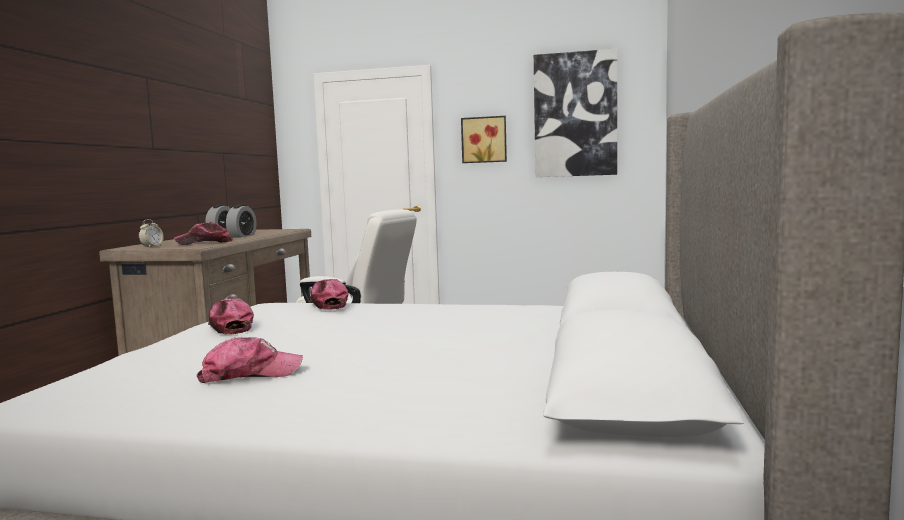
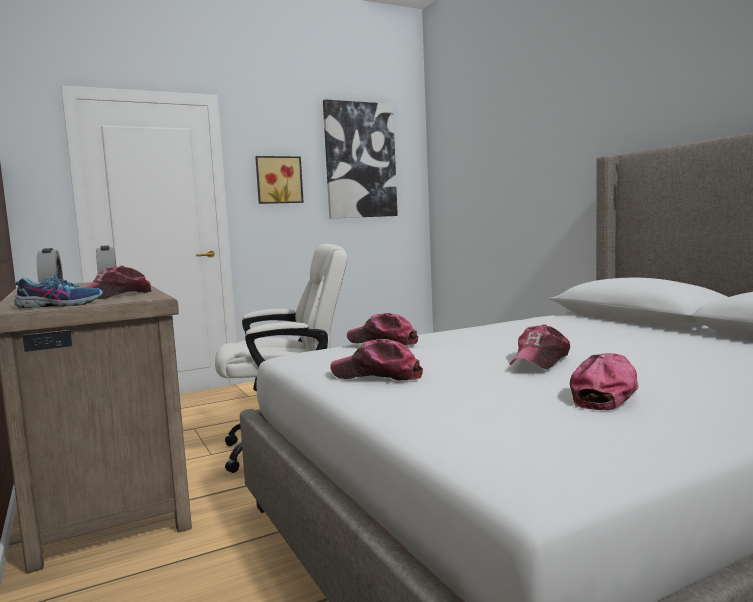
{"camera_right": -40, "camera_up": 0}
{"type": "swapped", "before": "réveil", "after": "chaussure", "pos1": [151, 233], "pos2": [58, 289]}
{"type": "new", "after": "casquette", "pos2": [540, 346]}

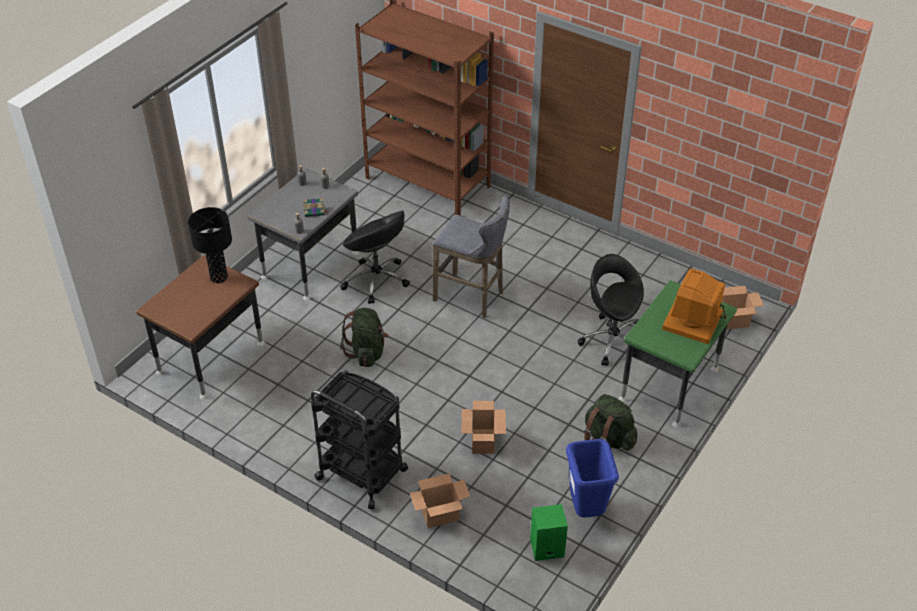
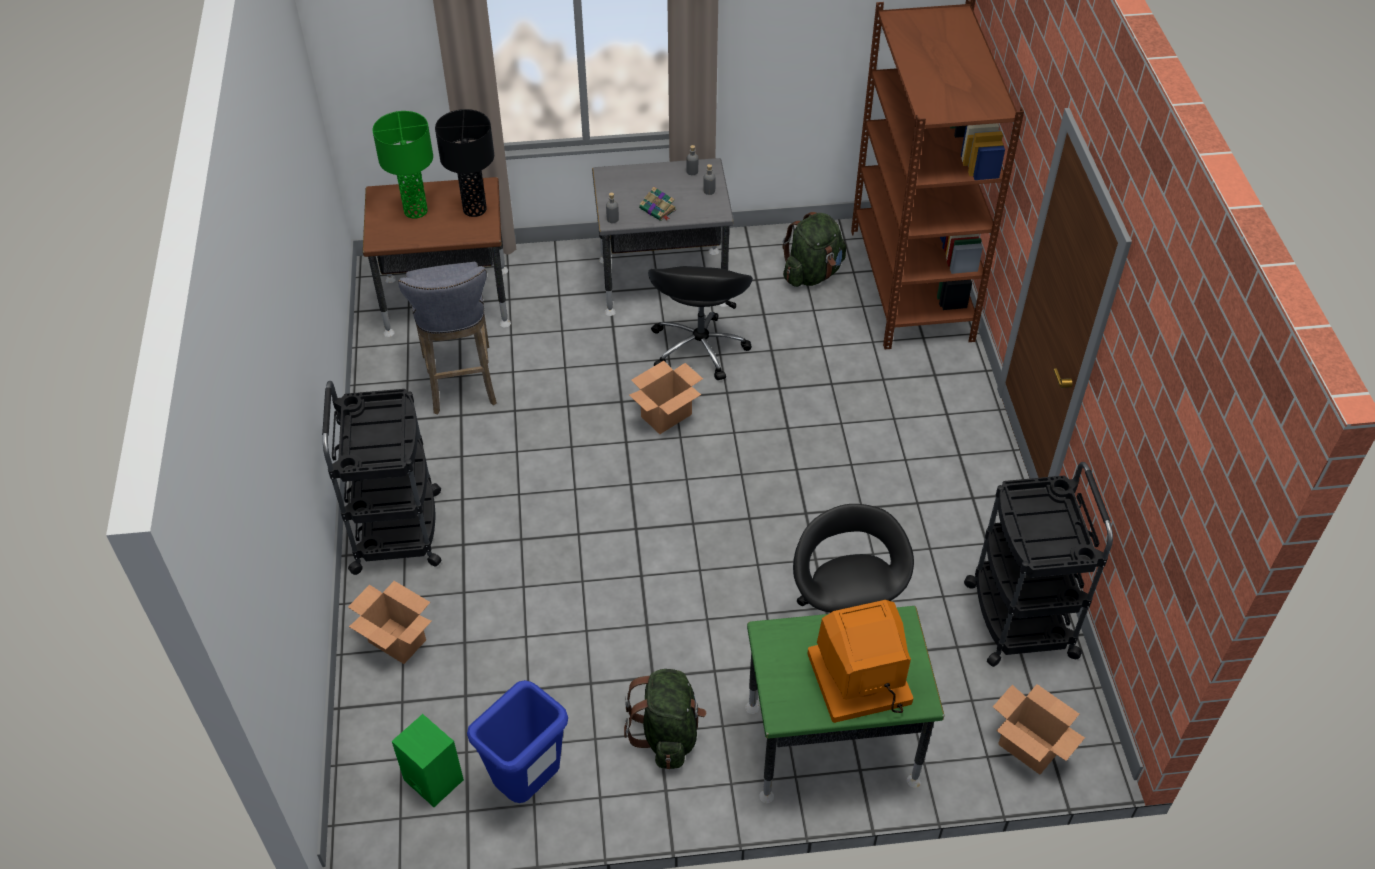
{"camera_right": 50, "camera_up": 5}
{"type": "new", "after": "lampe de table/vert", "pos2": [402, 165]}
{"type": "shifted", "before": "tabouret/gris", "pos1": [471, 256], "pos2": [447, 338]}
{"type": "shifted", "before": "carton", "pos1": [484, 427], "pos2": [666, 397]}
{"type": "shifted", "before": "sac à dos/vert", "pos1": [364, 337], "pos2": [814, 249]}
{"type": "new", "after": "chariot/noir", "pos2": [1038, 564]}

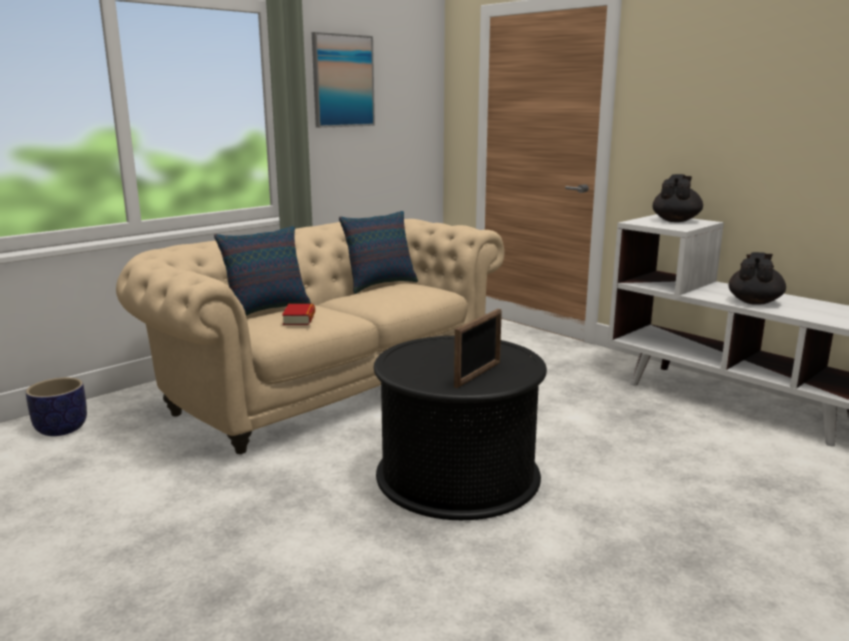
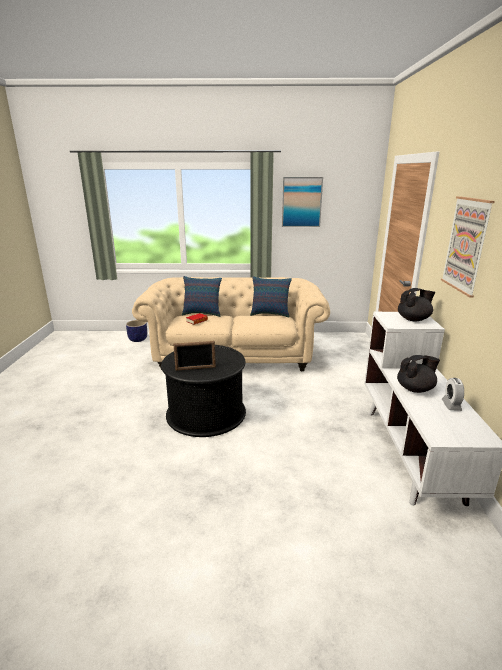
{"camera_right": 45, "camera_up": 5}
{"type": "new", "after": "tableau", "pos2": [468, 246]}
{"type": "new", "after": "réveil", "pos2": [453, 394]}

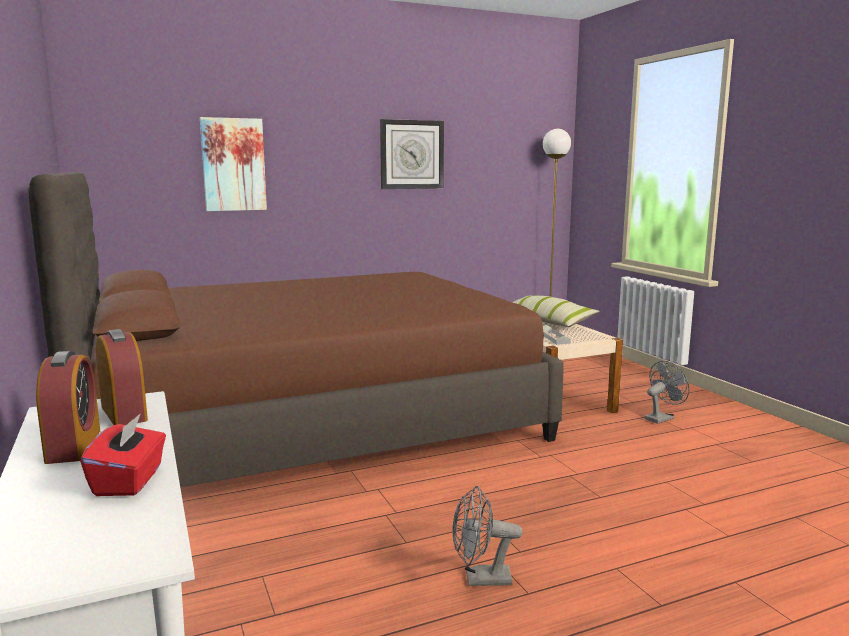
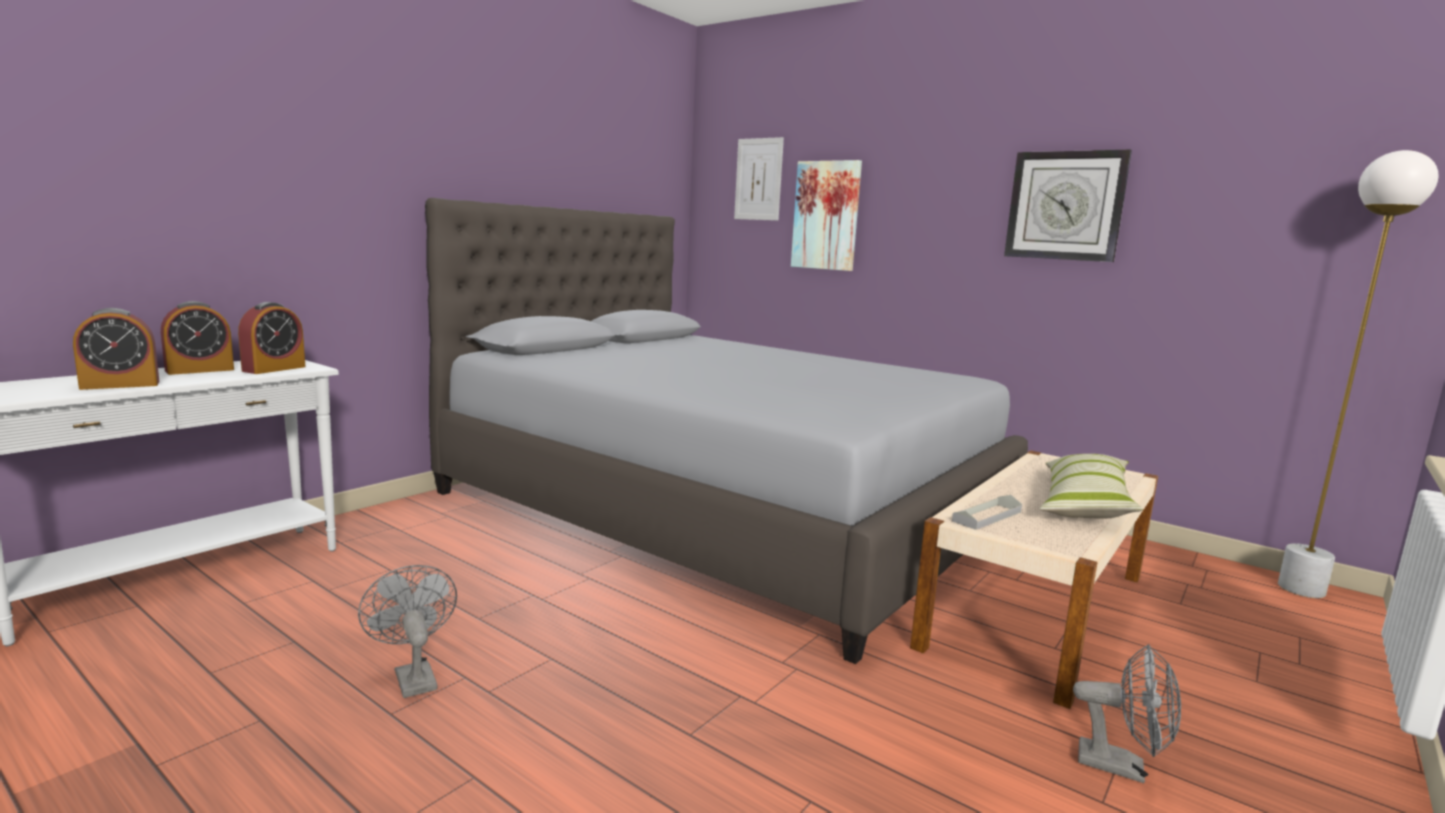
{"camera_right": 60, "camera_up": 0}
{"type": "swapped", "before": "boîte à mouchoirs/rouge", "after": "réveil", "pos1": [123, 454], "pos2": [116, 349]}
{"type": "repainted", "before": "lit/marron", "after": "lit/gris", "pos1": [295, 329], "pos2": [726, 431]}
{"type": "new", "after": "tableau", "pos2": [759, 179]}

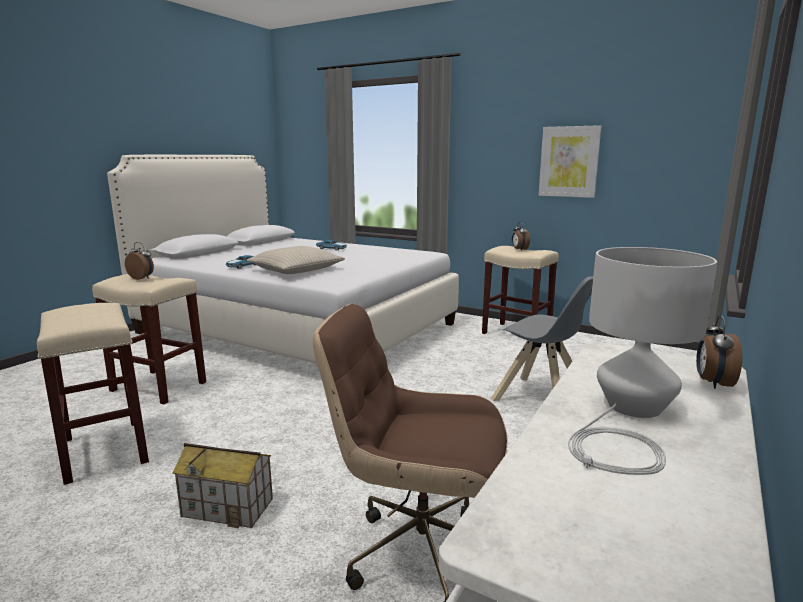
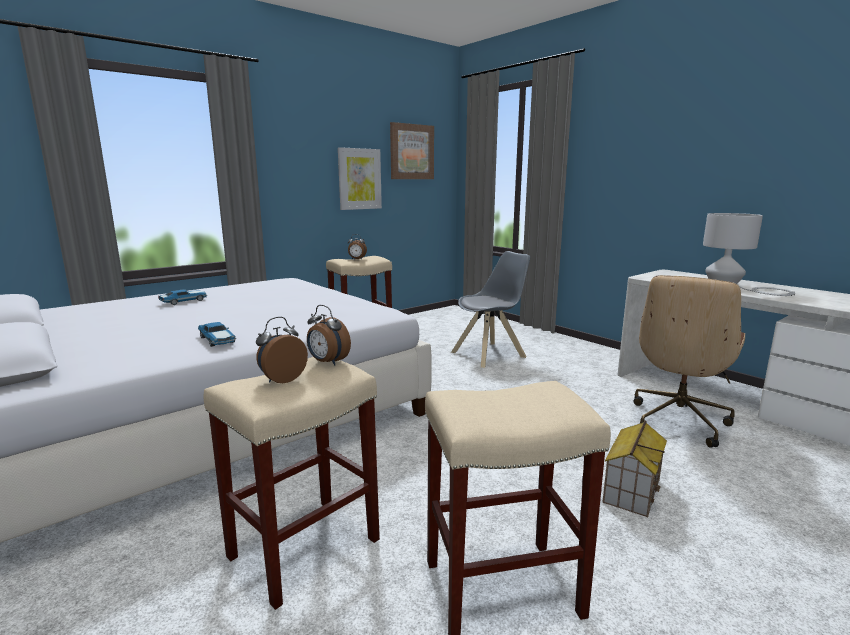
{"camera_right": -70, "camera_up": 0}
{"type": "shifted", "before": "réveil", "pos1": [719, 352], "pos2": [329, 335]}
{"type": "new", "after": "tableau", "pos2": [412, 150]}
{"type": "gone", "before": "coussin/beige", "pos1": [295, 260]}

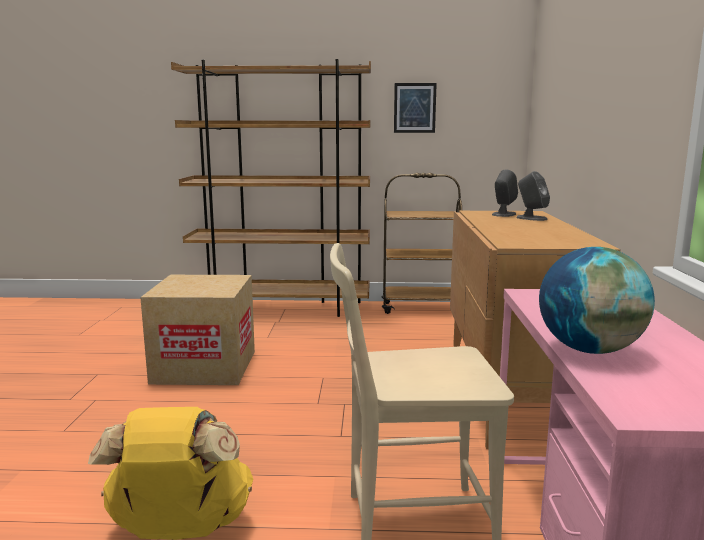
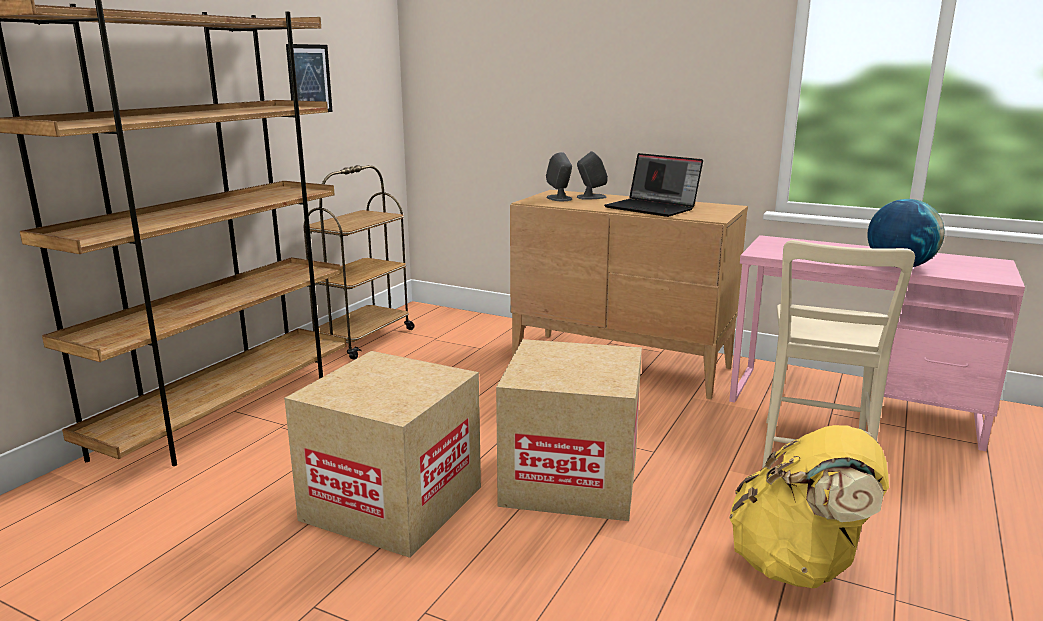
{"camera_right": -65, "camera_up": 5}
{"type": "new", "after": "carton", "pos2": [569, 430]}
{"type": "new", "after": "ordinateur portable", "pos2": [653, 185]}

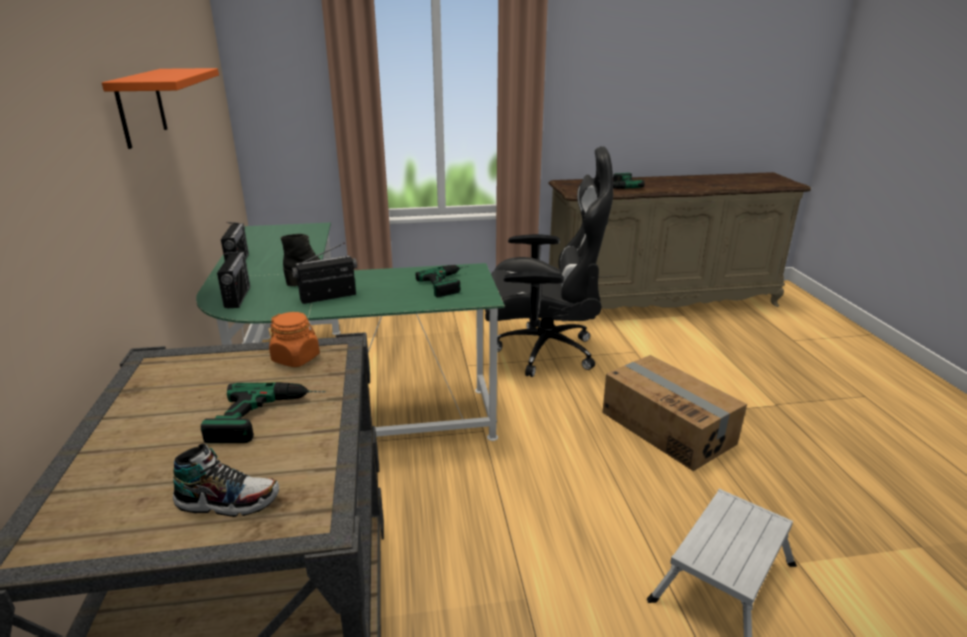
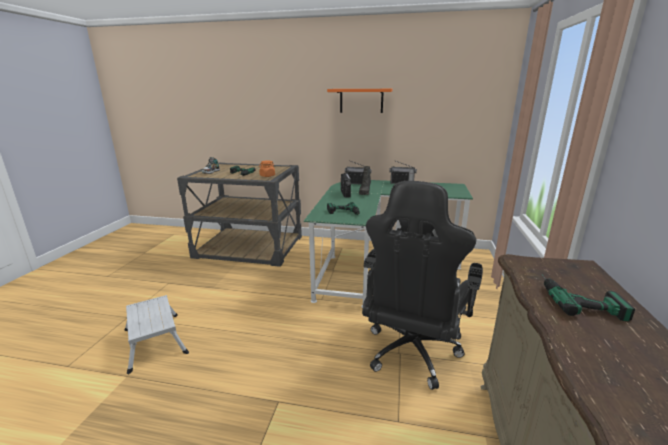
{"camera_right": 110, "camera_up": -5}
{"type": "gone", "before": "carton", "pos1": [674, 413]}

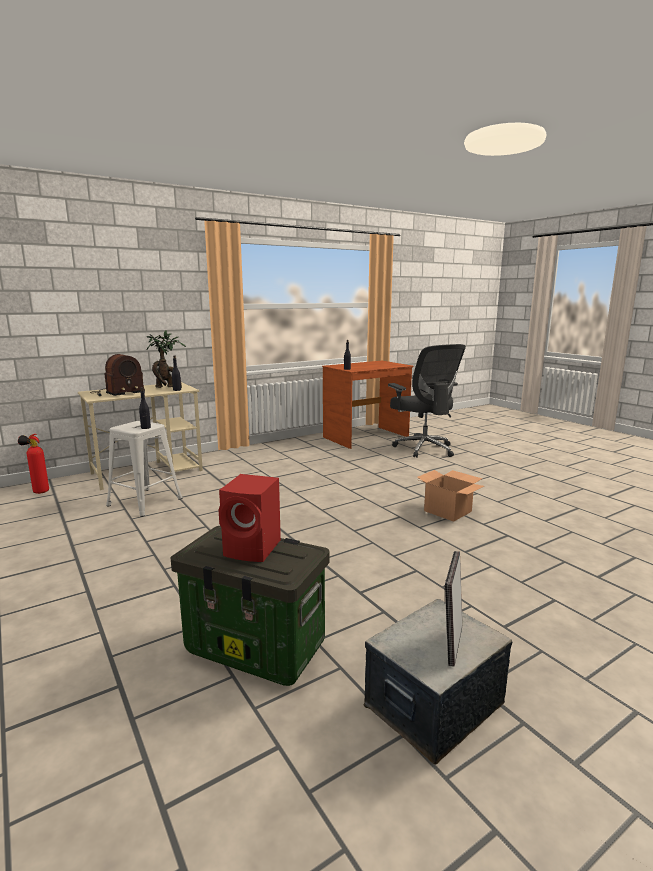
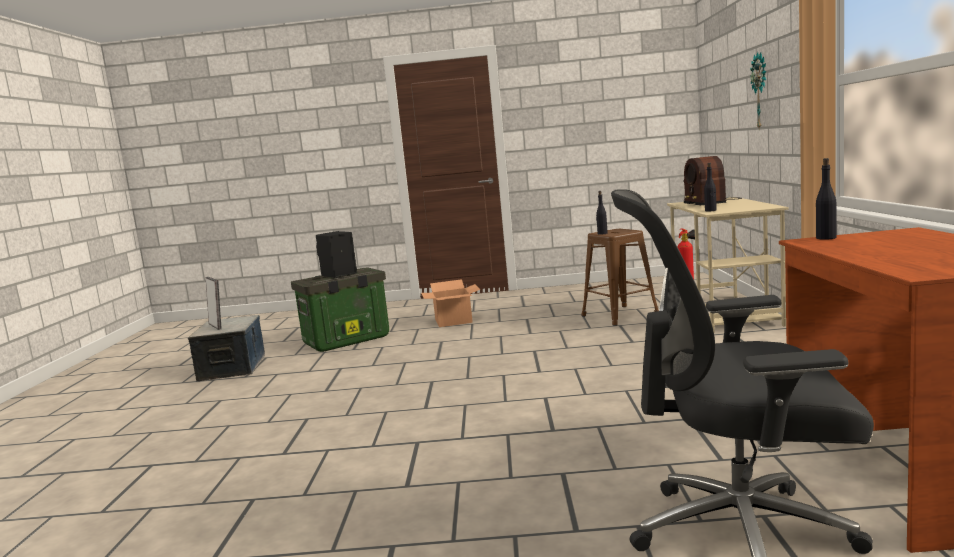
{"camera_right": 125, "camera_up": -5}
{"type": "repainted", "before": "enceinte/rouge", "after": "enceinte/noir", "pos1": [250, 518], "pos2": [336, 254]}
{"type": "shifted", "before": "carton", "pos1": [450, 496], "pos2": [450, 303]}
{"type": "repainted", "before": "tabouret/blanc", "after": "tabouret/marron", "pos1": [144, 469], "pos2": [620, 277]}
{"type": "new", "after": "horloge murale", "pos2": [758, 90]}
{"type": "gone", "before": "plante en pot", "pos1": [166, 359]}

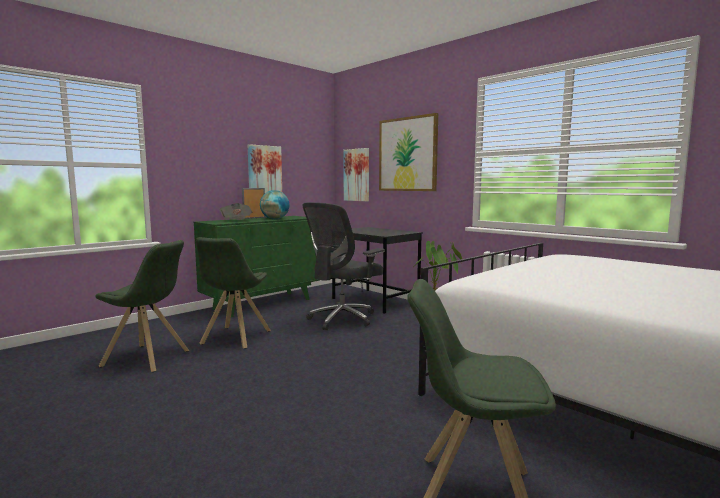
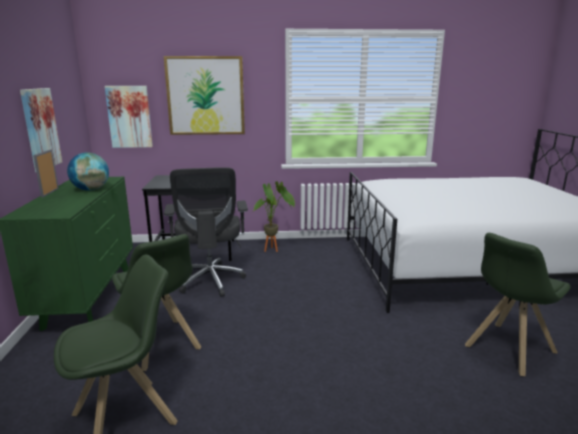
{"camera_right": -50, "camera_up": 10}
{"type": "gone", "before": "journal", "pos1": [236, 211]}

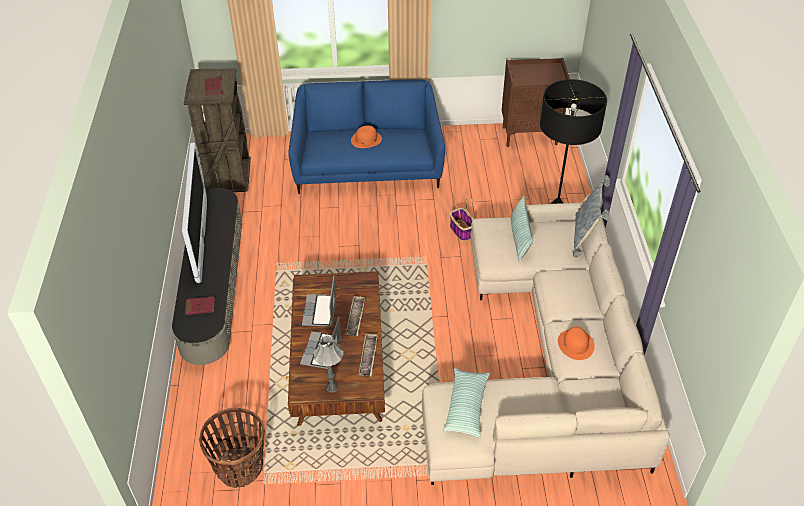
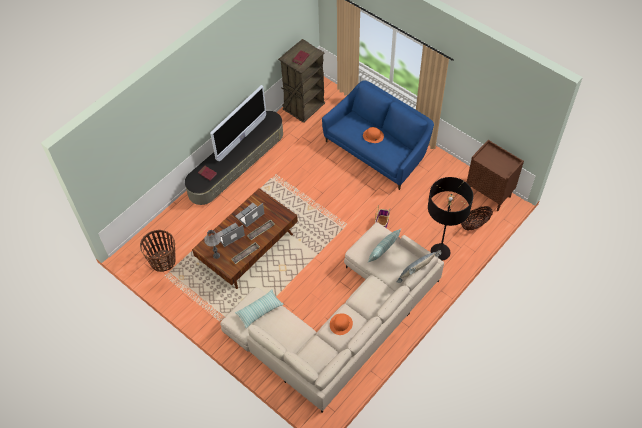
{"camera_right": 45, "camera_up": 10}
{"type": "new", "after": "panier", "pos2": [477, 218]}

